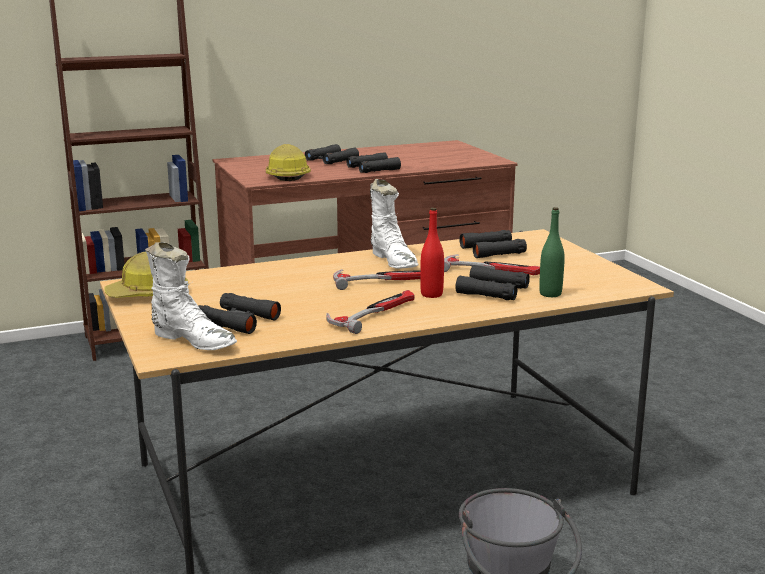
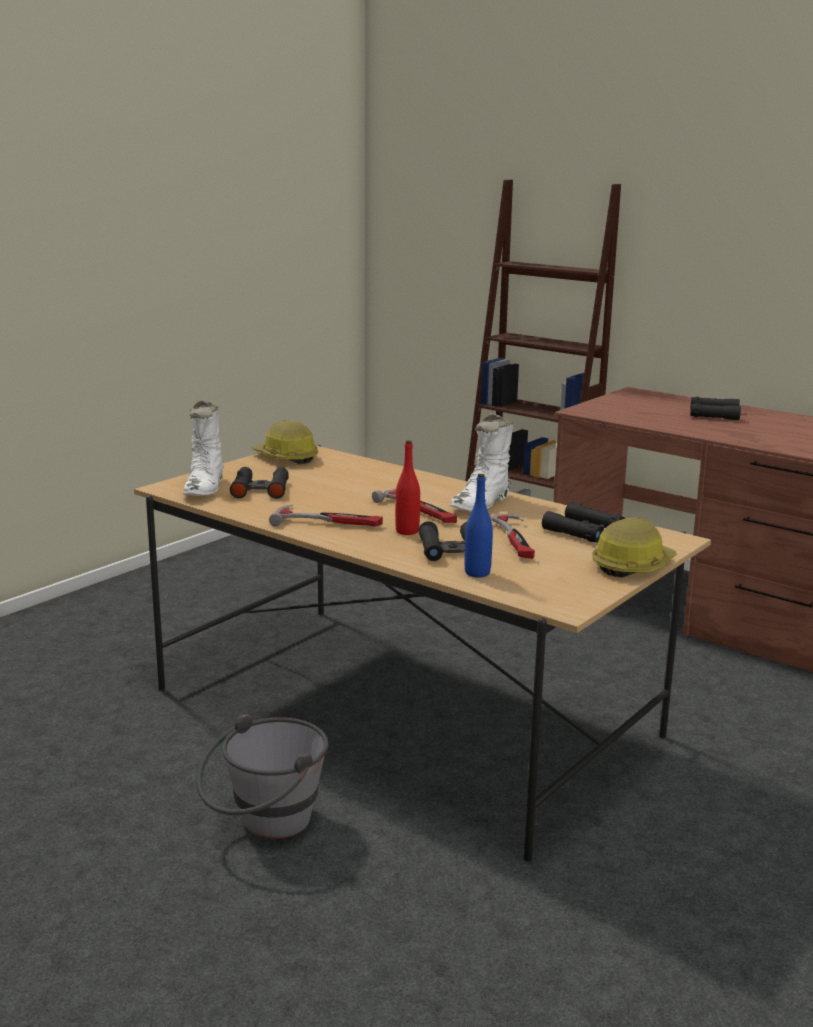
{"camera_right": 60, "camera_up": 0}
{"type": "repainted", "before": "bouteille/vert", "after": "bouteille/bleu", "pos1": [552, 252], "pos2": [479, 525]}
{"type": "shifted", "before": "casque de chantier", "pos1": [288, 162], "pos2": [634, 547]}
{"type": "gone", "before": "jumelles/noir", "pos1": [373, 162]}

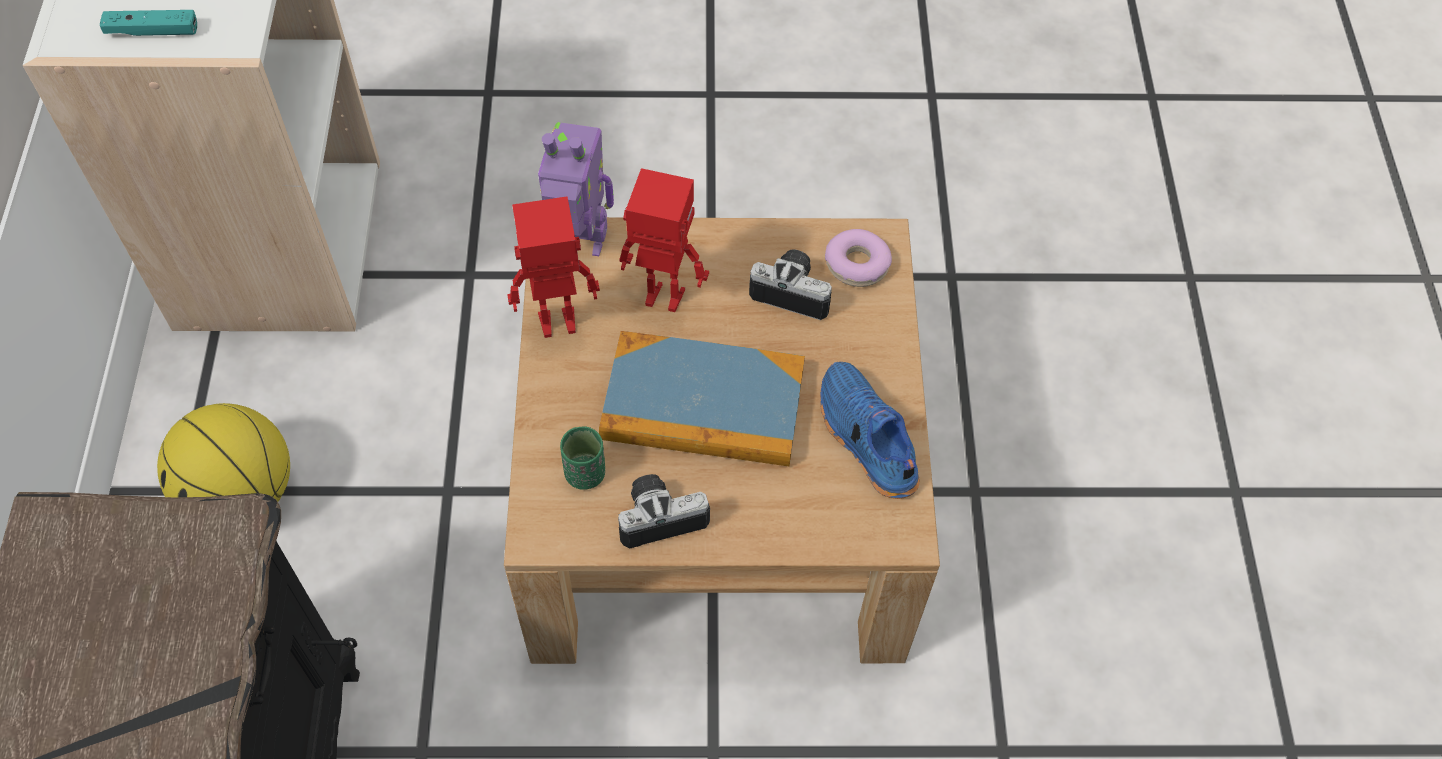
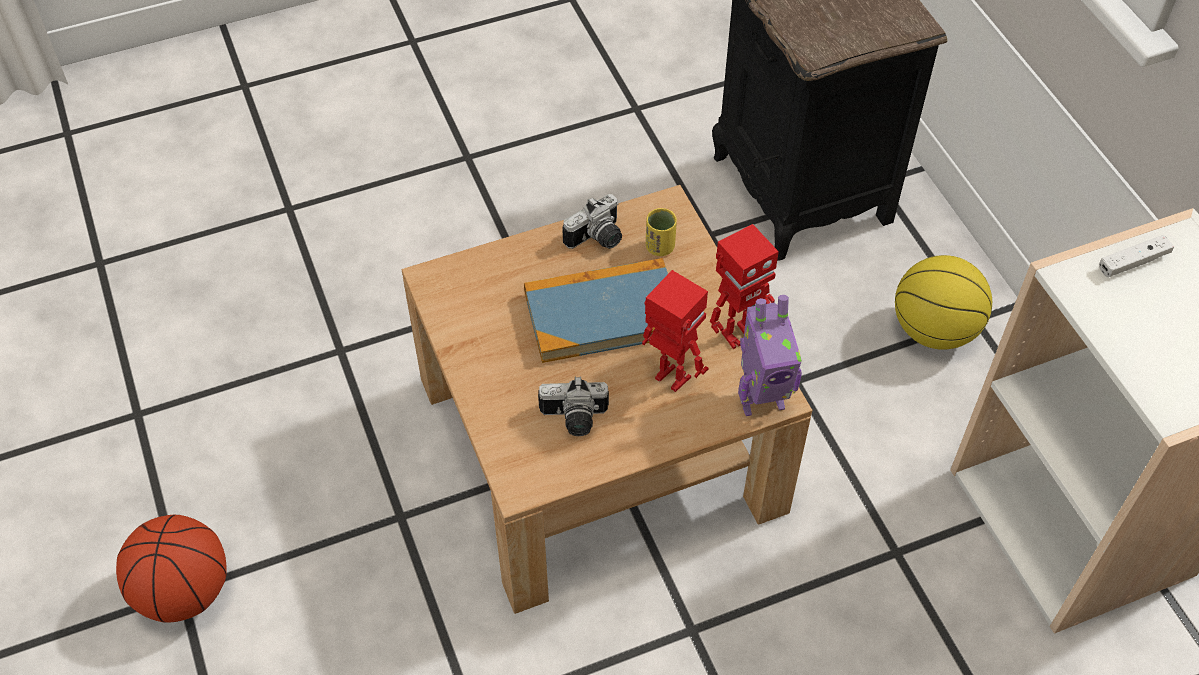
{"camera_right": 160, "camera_up": -5}
{"type": "new", "after": "ballon de basket", "pos2": [171, 569]}
{"type": "rotated", "before": "robot jouet", "pos1": [664, 240], "pos2": [675, 331], "turn": -135}
{"type": "repainted", "before": "tasse/vert", "after": "tasse/jaune", "pos1": [582, 458], "pos2": [661, 232]}
{"type": "repainted", "before": "manette/turquoise", "after": "manette/blanc", "pos1": [148, 23], "pos2": [1136, 256]}
{"type": "gone", "before": "chaussure/bleu", "pos1": [870, 430]}
{"type": "gone", "before": "beignet", "pos1": [858, 258]}

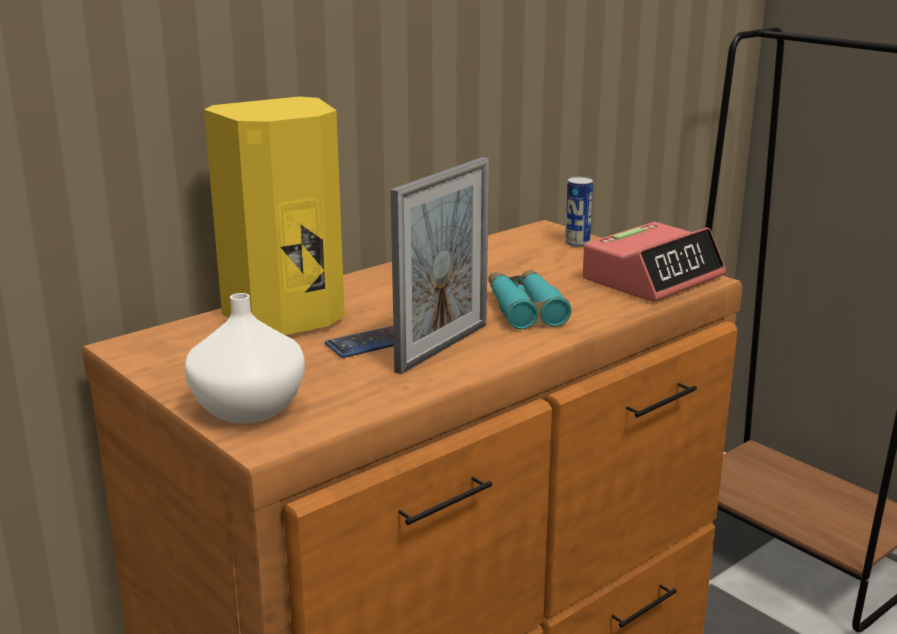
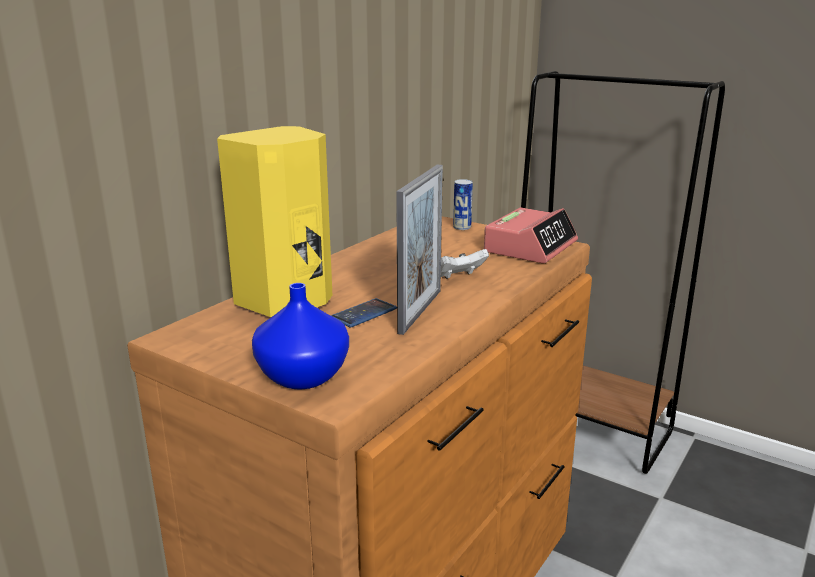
{"camera_right": -15, "camera_up": 0}
{"type": "repainted", "before": "vase/blanc", "after": "vase/bleu", "pos1": [245, 358], "pos2": [300, 336]}
{"type": "swapped", "before": "jumelles/turquoise", "after": "manette/blanc", "pos1": [530, 299], "pos2": [465, 264]}

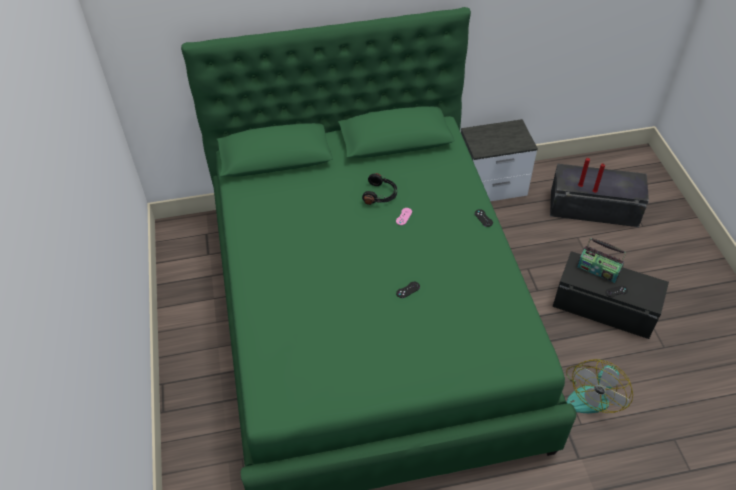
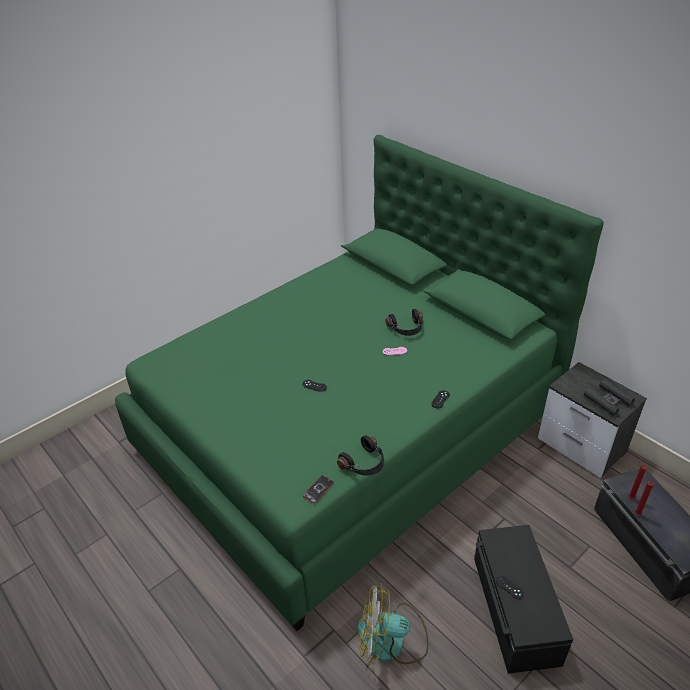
{"camera_right": 60, "camera_up": -10}
{"type": "new", "after": "téléphone", "pos2": [318, 489]}
{"type": "new", "after": "casque audio/noir", "pos2": [360, 455]}
{"type": "new", "after": "jumelles/noir", "pos2": [609, 397]}
{"type": "gone", "before": "radio", "pos1": [601, 260]}

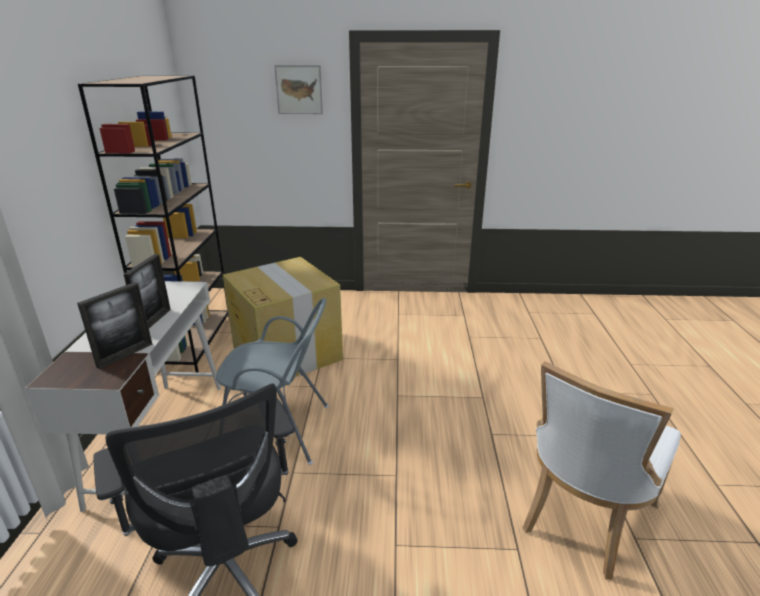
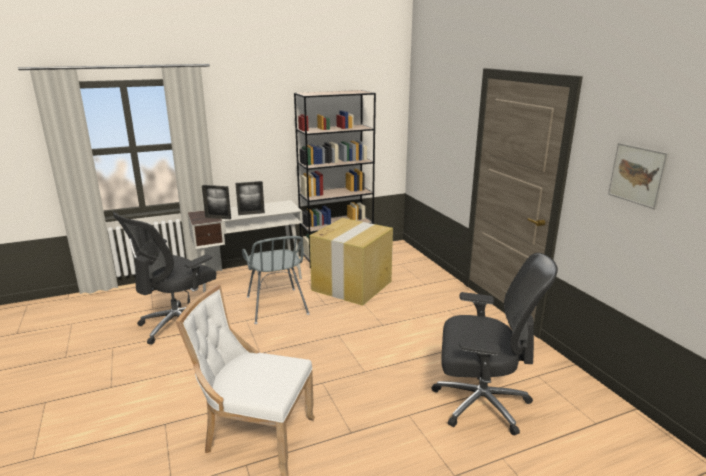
{"camera_right": 65, "camera_up": -5}
{"type": "new", "after": "chaise de bureau", "pos2": [494, 344]}
{"type": "shifted", "before": "tableau", "pos1": [298, 89], "pos2": [638, 176]}

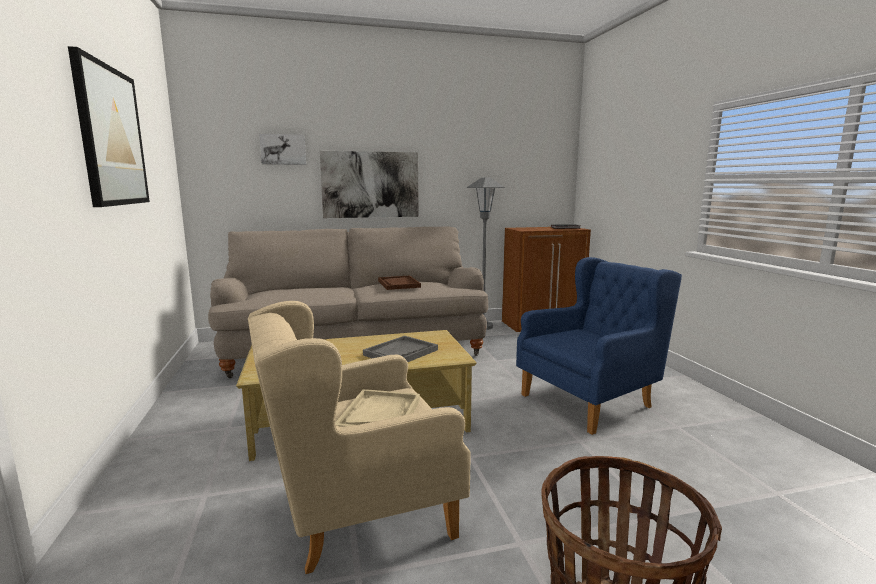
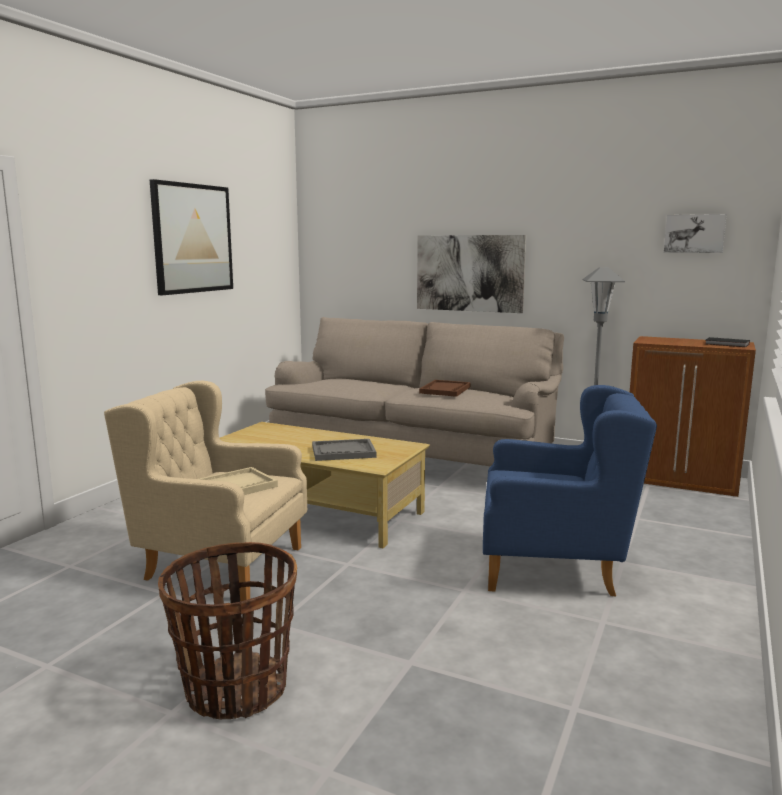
{"camera_right": 40, "camera_up": 0}
{"type": "shifted", "before": "tableau", "pos1": [282, 149], "pos2": [695, 233]}

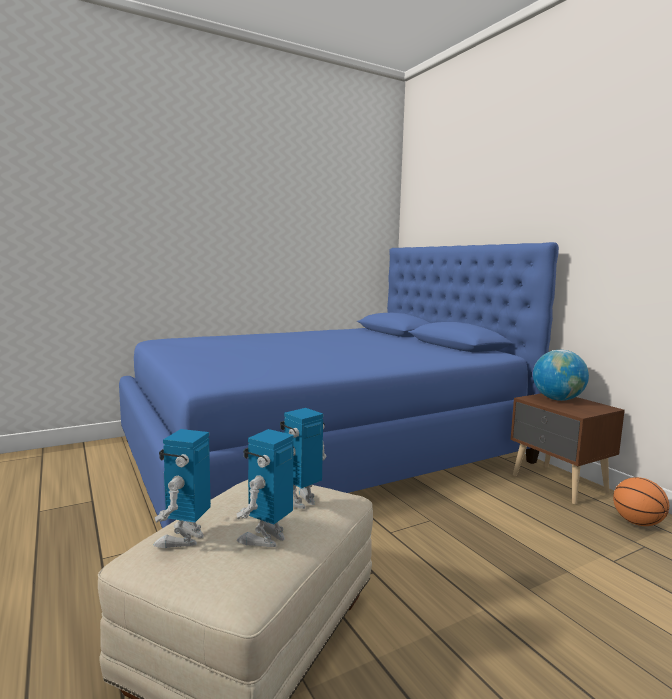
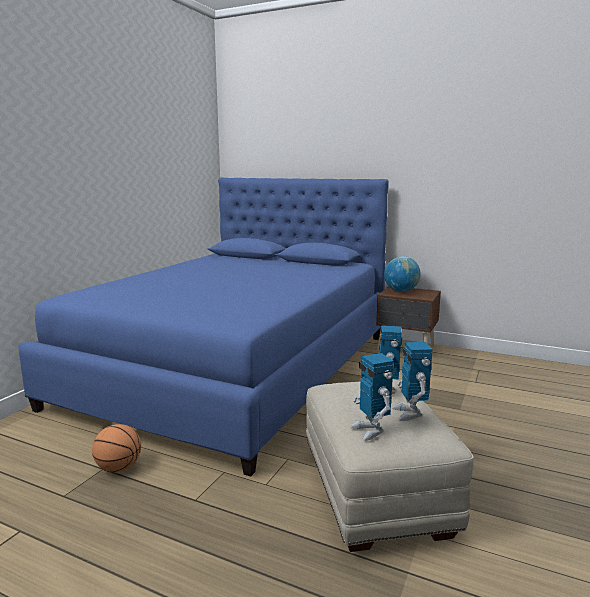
{"camera_right": -35, "camera_up": 5}
{"type": "shifted", "before": "ballon de basket", "pos1": [641, 501], "pos2": [116, 448]}

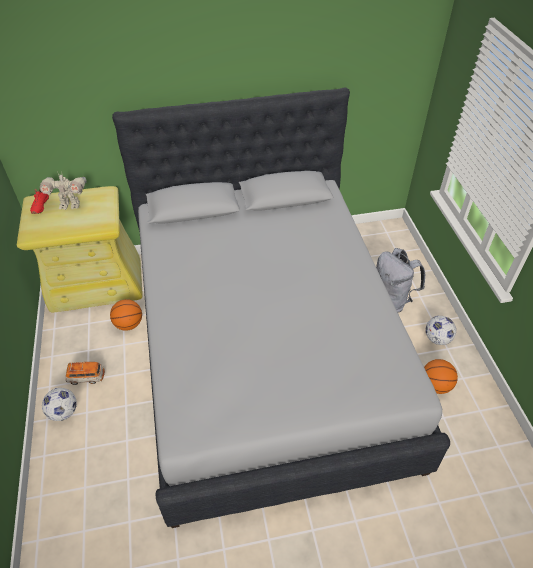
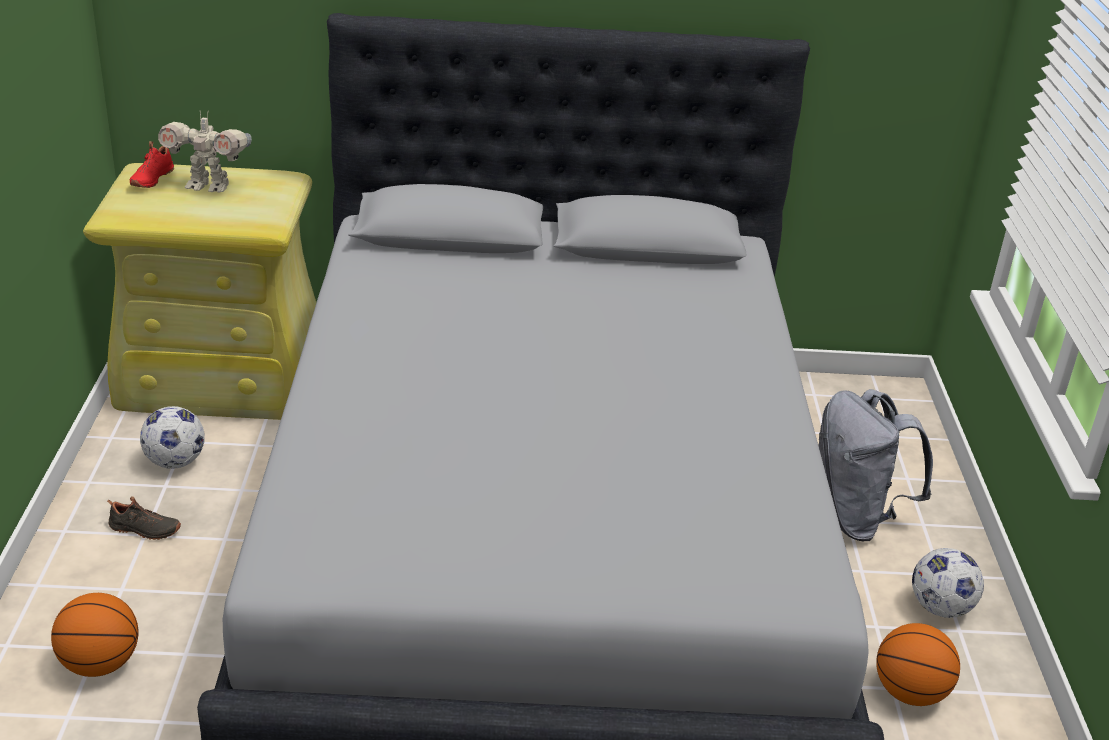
{"camera_right": 10, "camera_up": -15}
{"type": "shifted", "before": "ballon de basket", "pos1": [126, 315], "pos2": [94, 635]}
{"type": "swapped", "before": "petite voiture", "after": "chaussure/noir", "pos1": [85, 373], "pos2": [144, 518]}
{"type": "shifted", "before": "ballon de foot", "pos1": [59, 404], "pos2": [172, 437]}

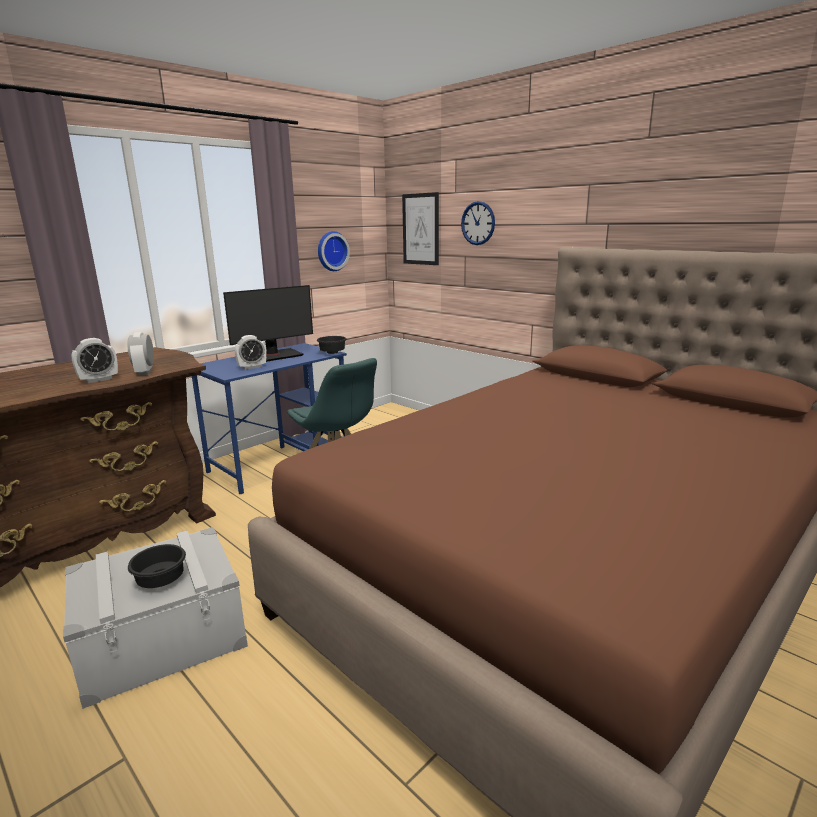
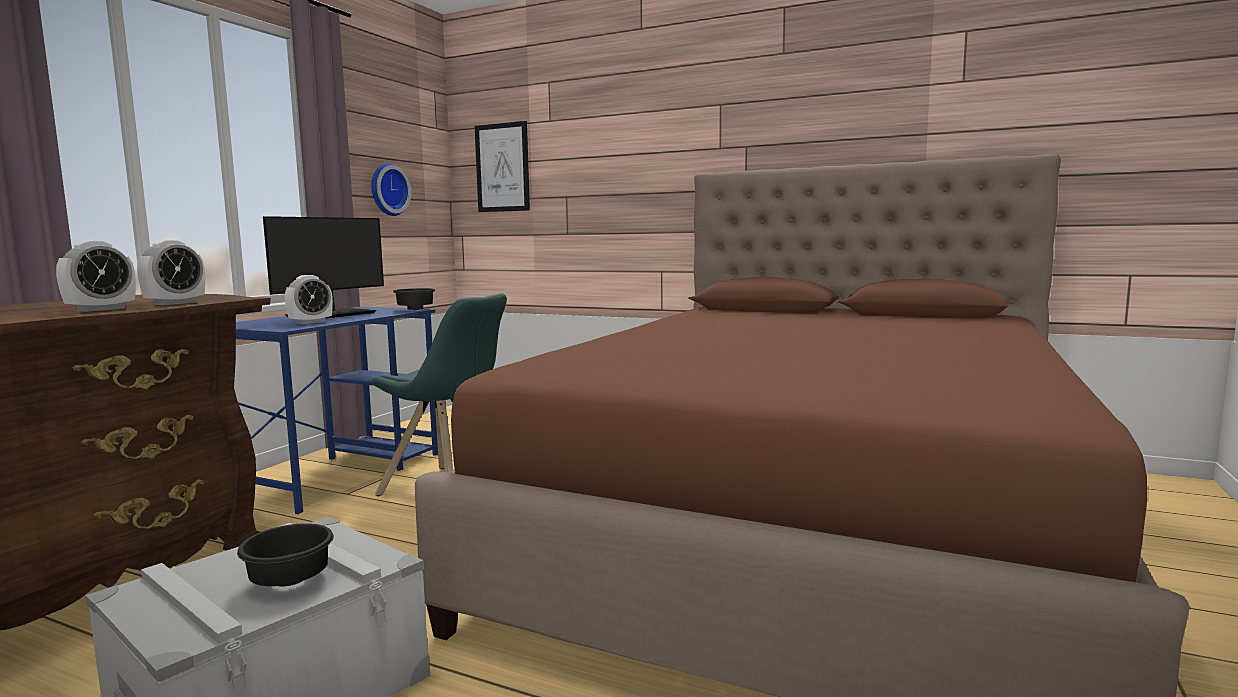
{"camera_right": -20, "camera_up": -10}
{"type": "rotated", "before": "réveil", "pos1": [141, 353], "pos2": [171, 272], "turn": -120}
{"type": "gone", "before": "horloge murale", "pos1": [478, 223]}

